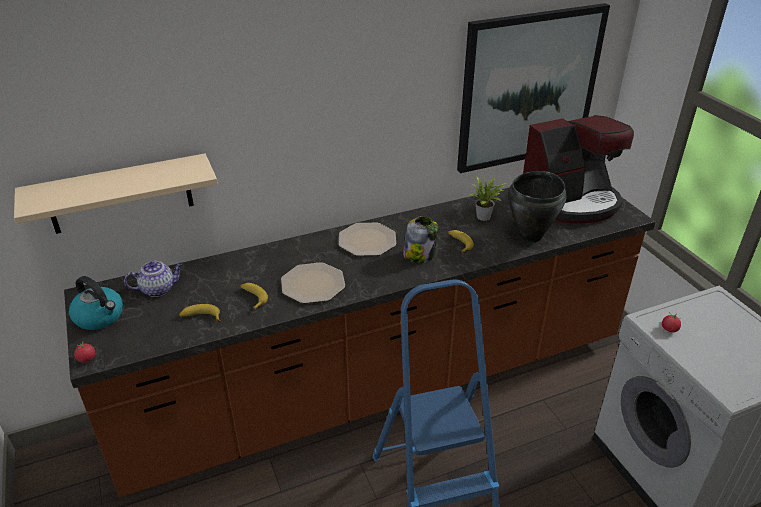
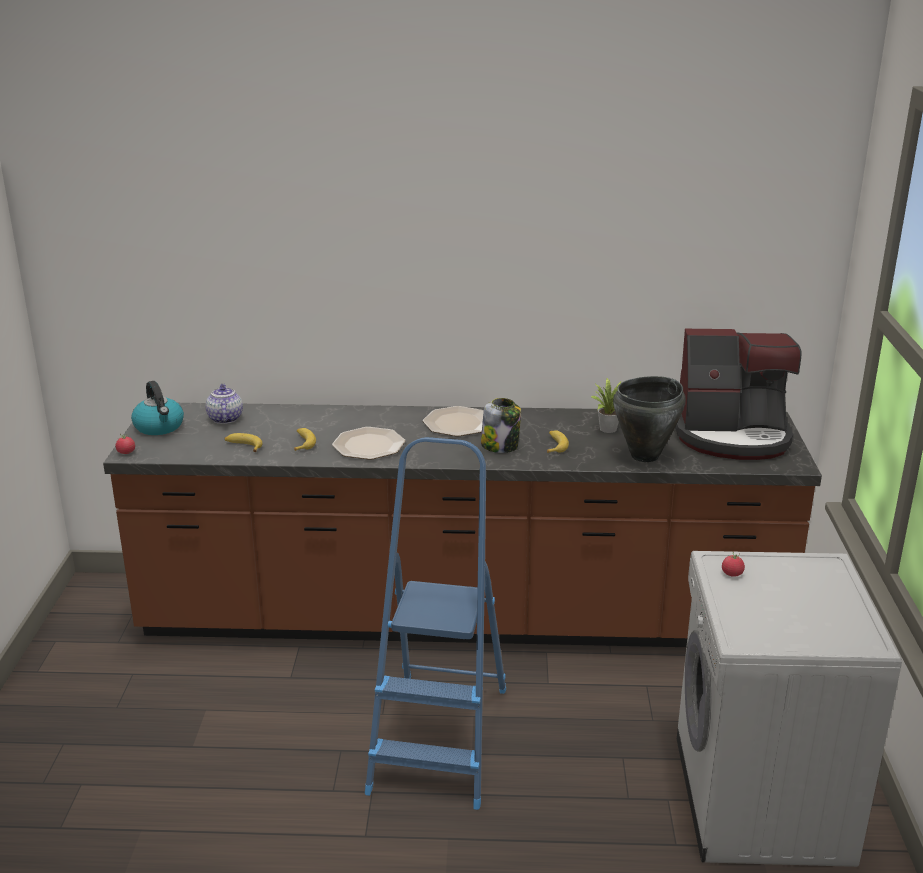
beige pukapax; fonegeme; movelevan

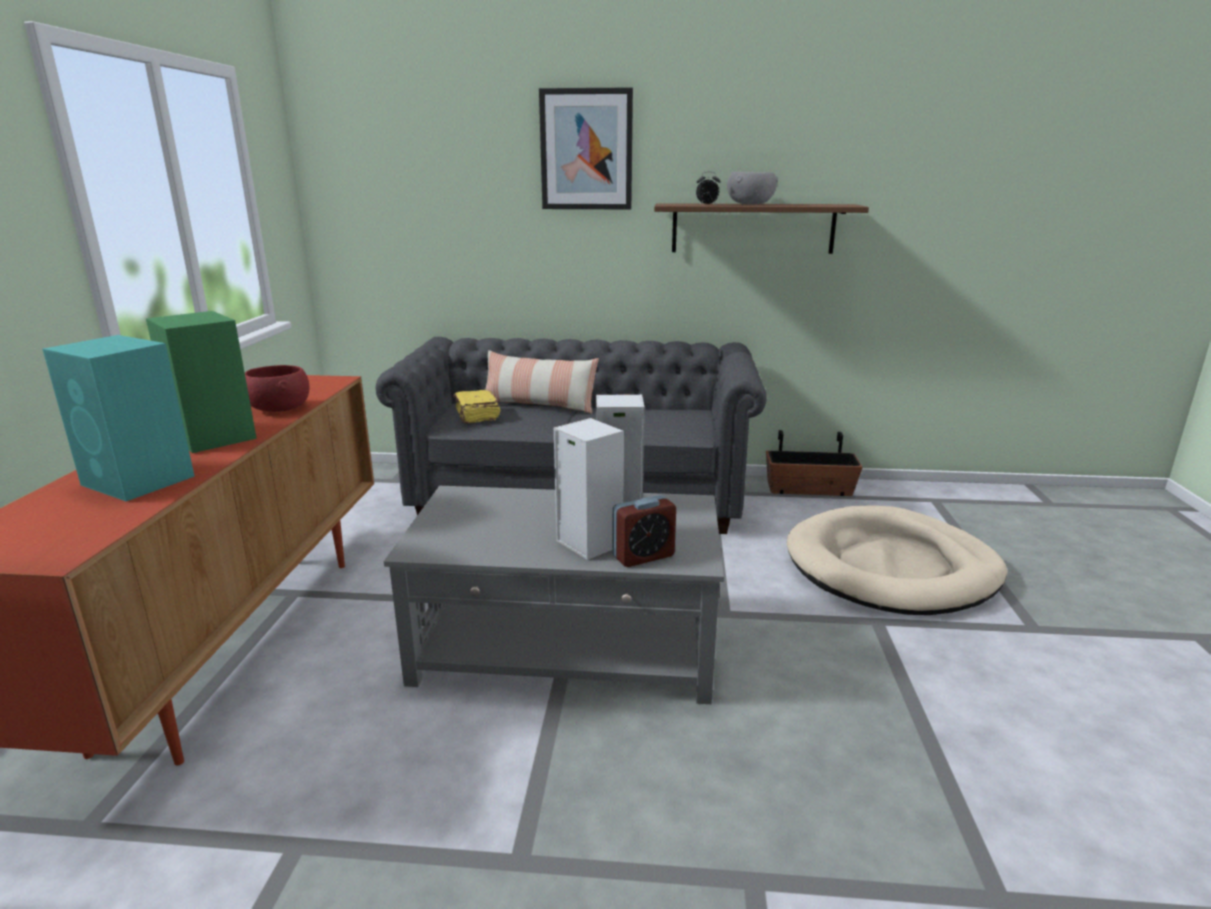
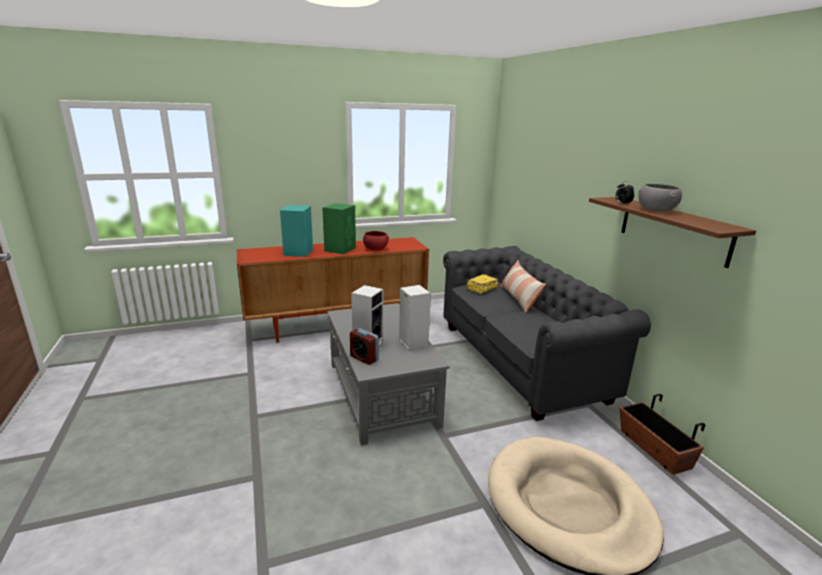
movelevan

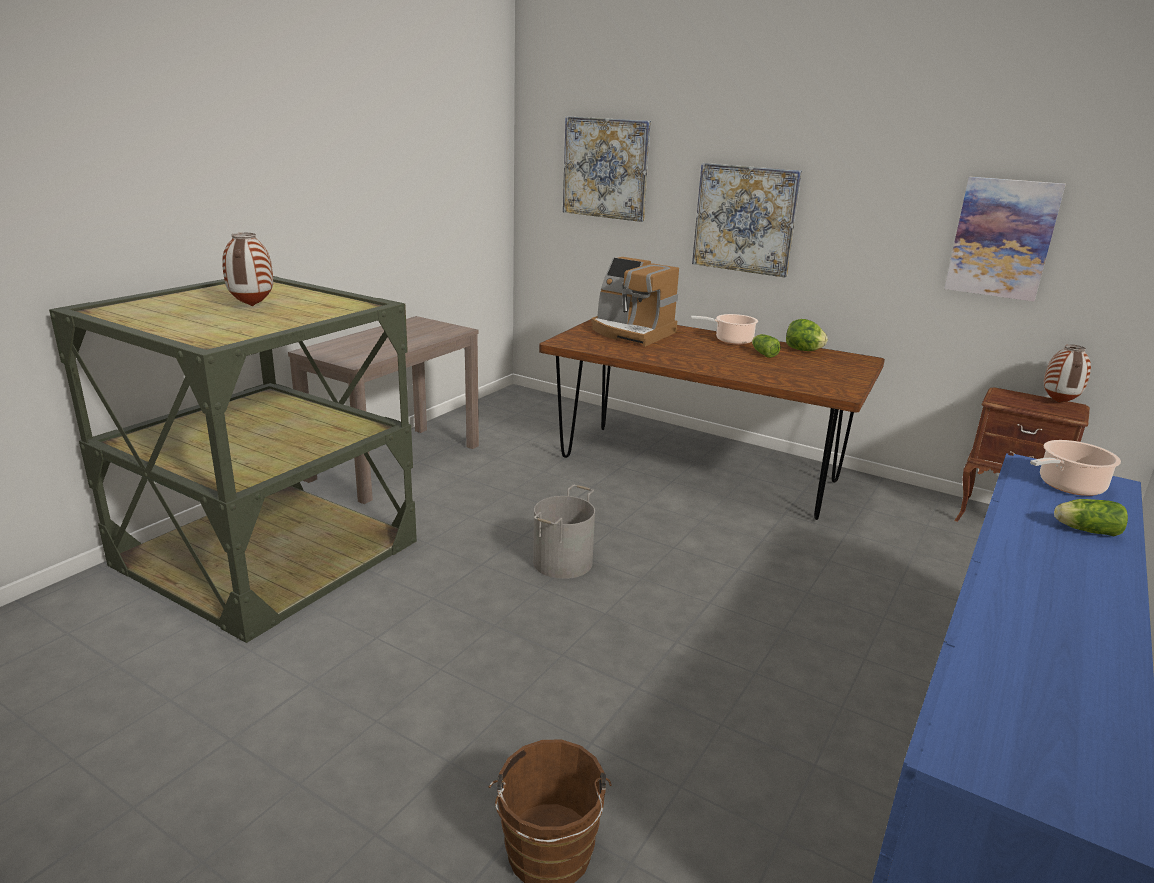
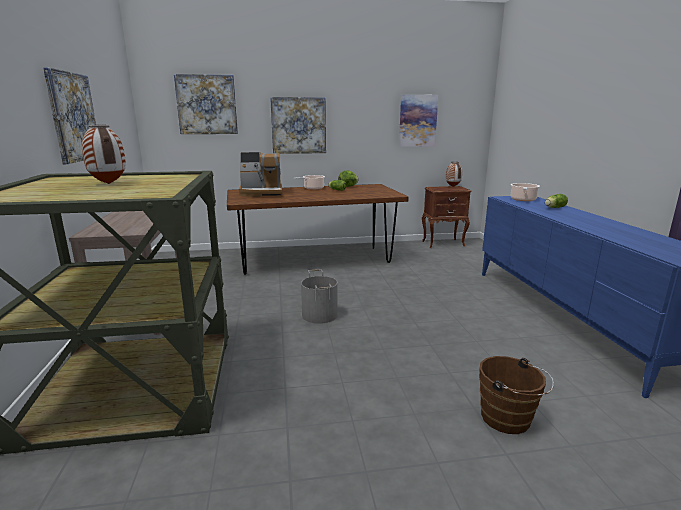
movelevan (no. 1 from left)

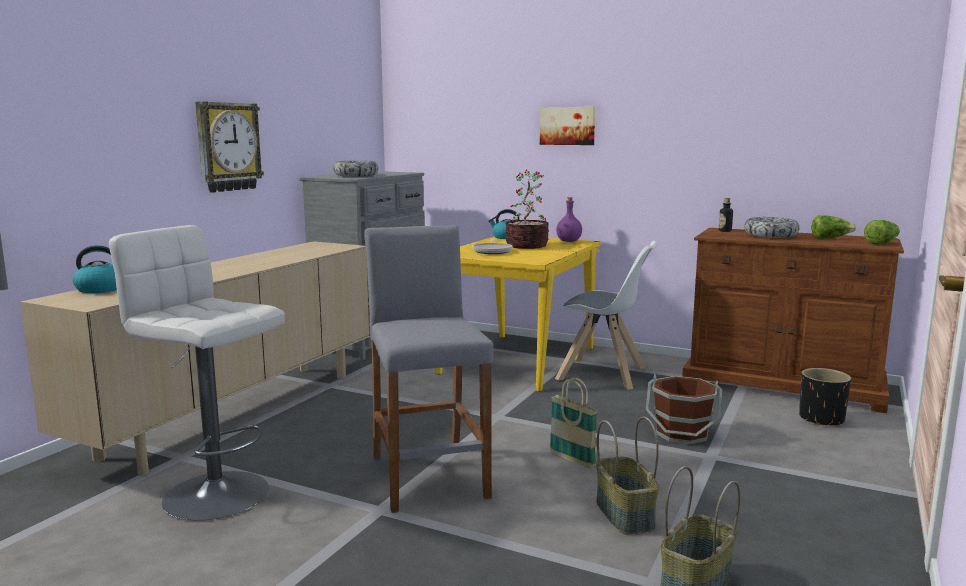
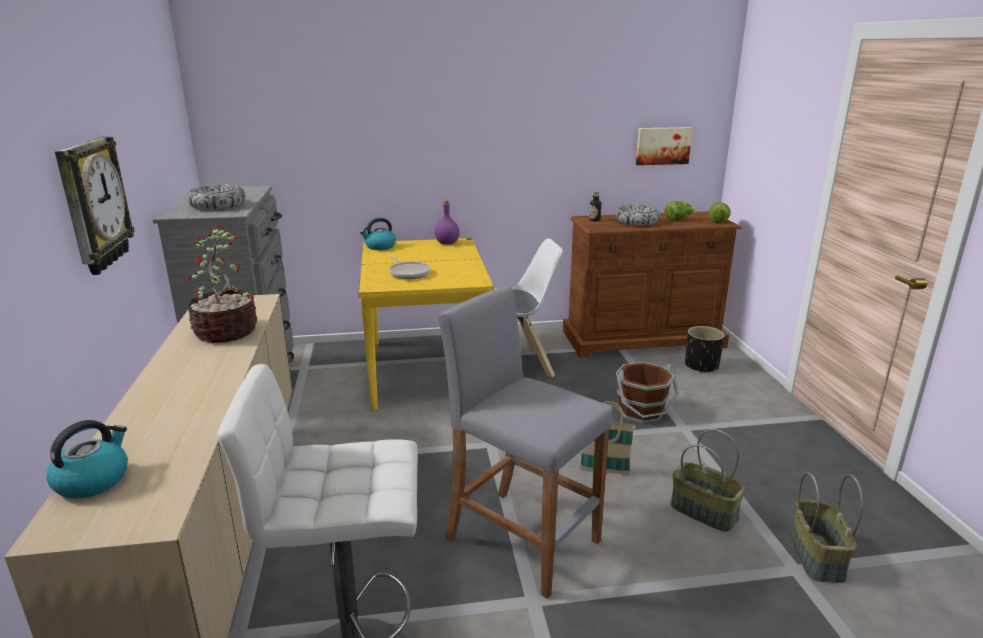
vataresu; movelevan

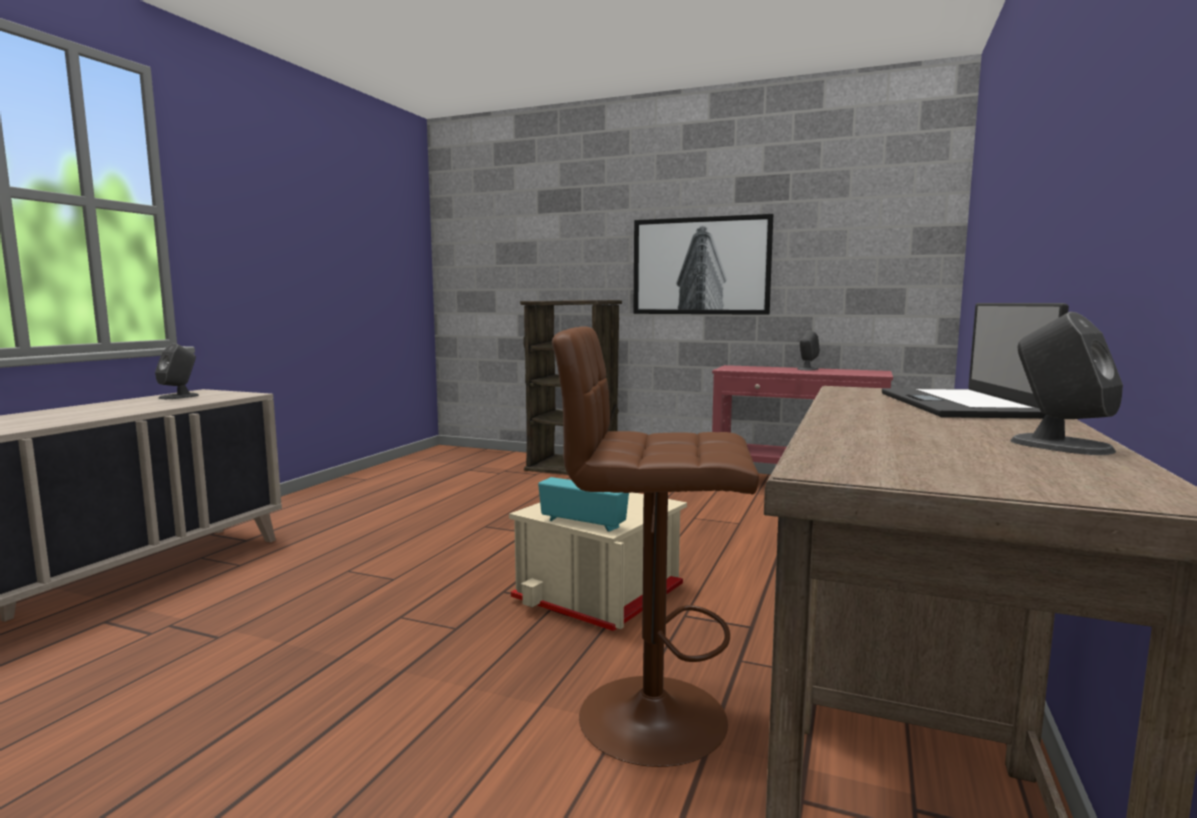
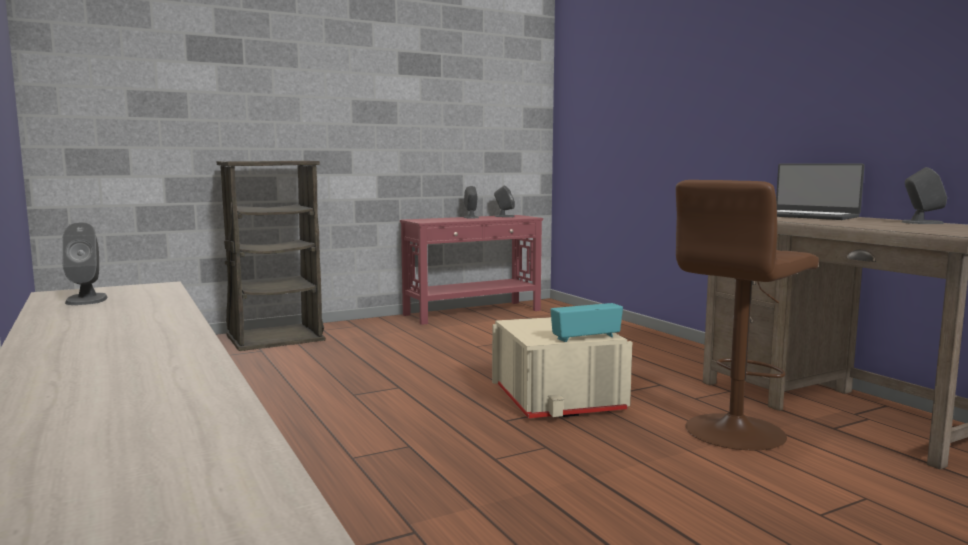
movelevan; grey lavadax (no. 3 from left)

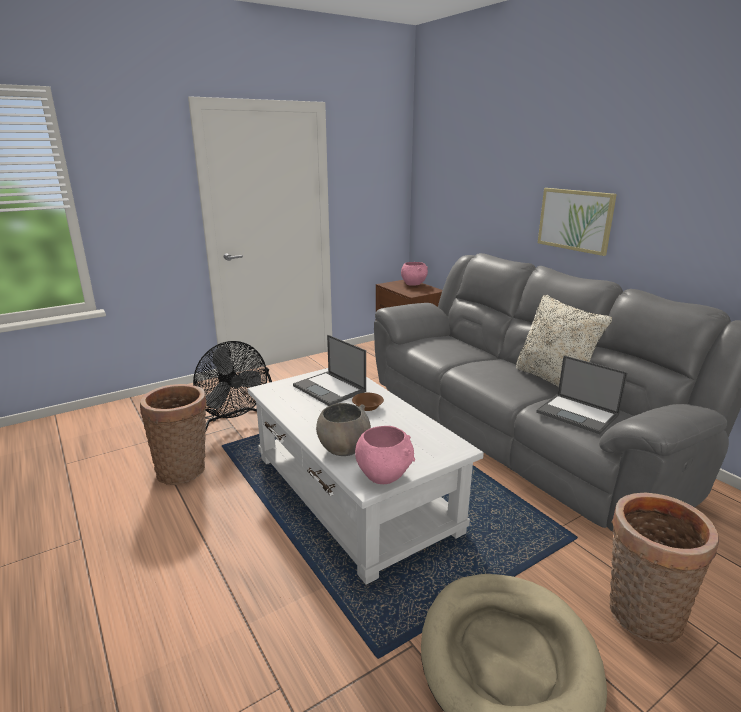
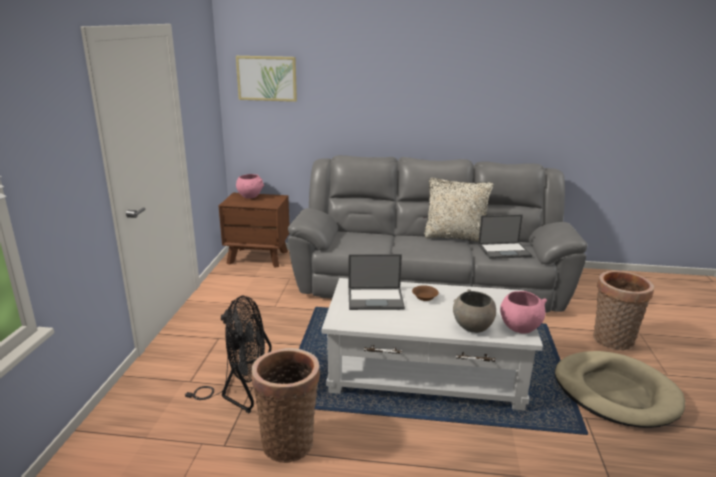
movelevan

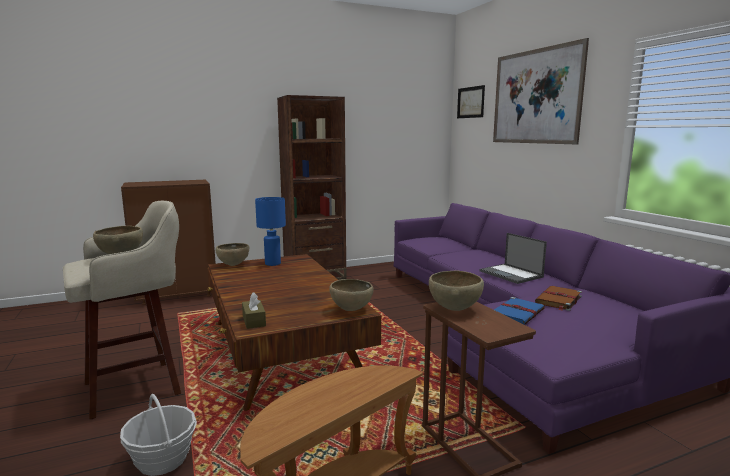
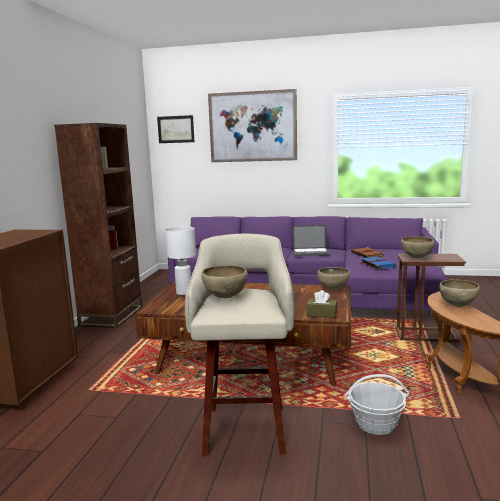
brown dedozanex (no. 4 from left); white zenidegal

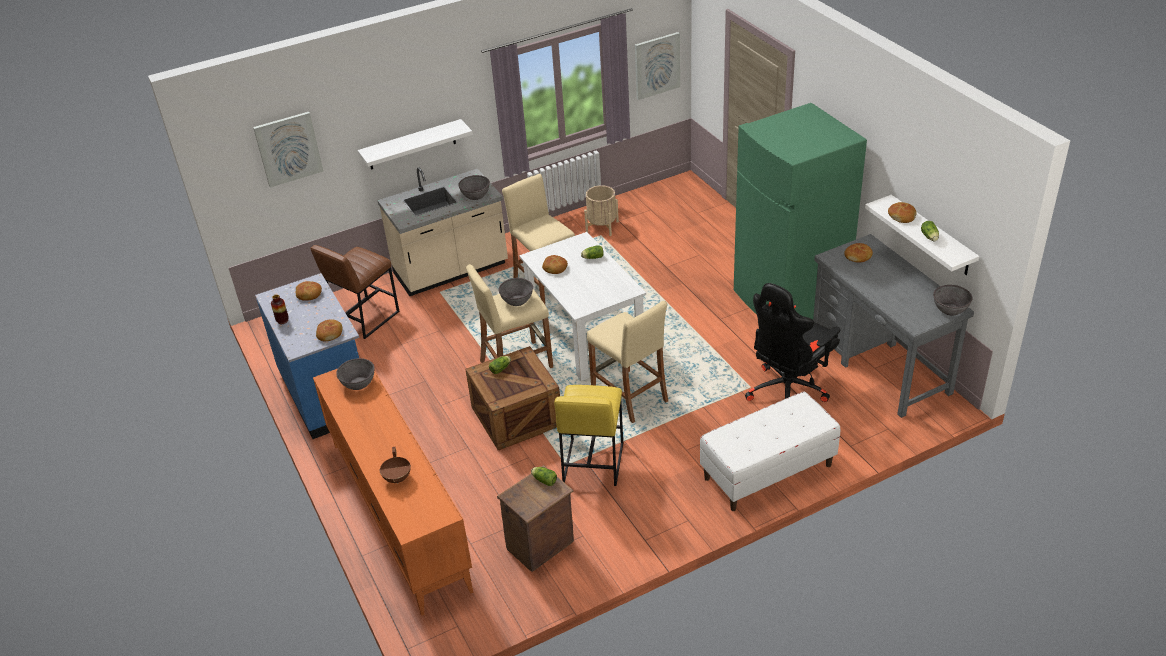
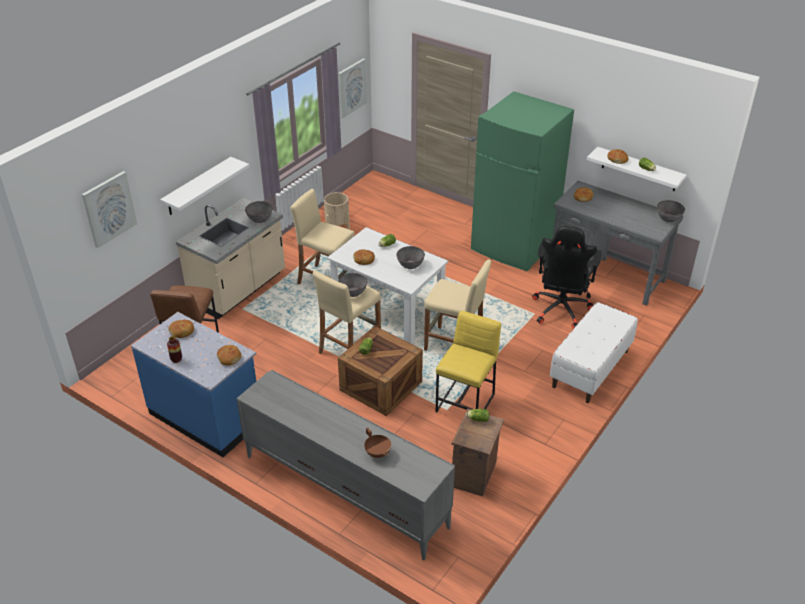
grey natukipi; grey dedozanex (no. 3 from left); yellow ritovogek

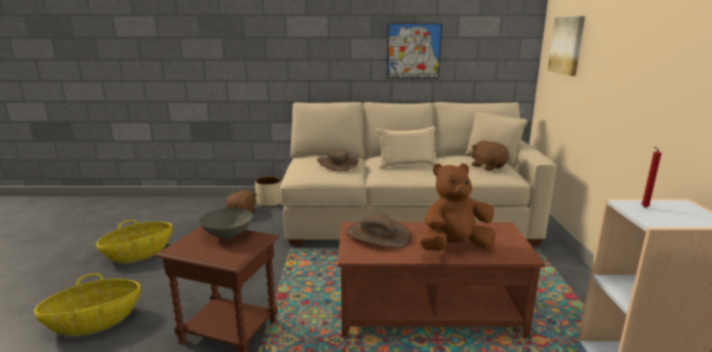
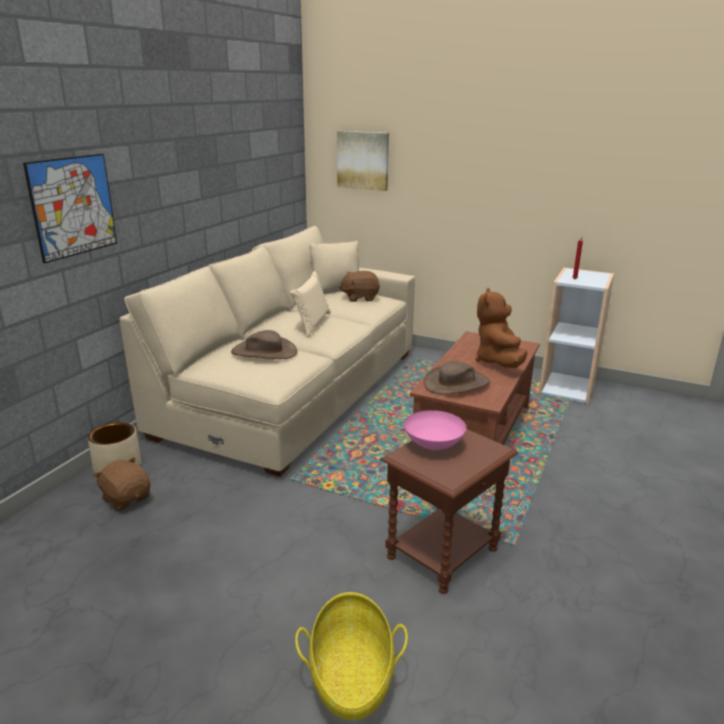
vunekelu (no. 2 from left in the first image); pink dedozanex; movelevan (no. 1 from left)

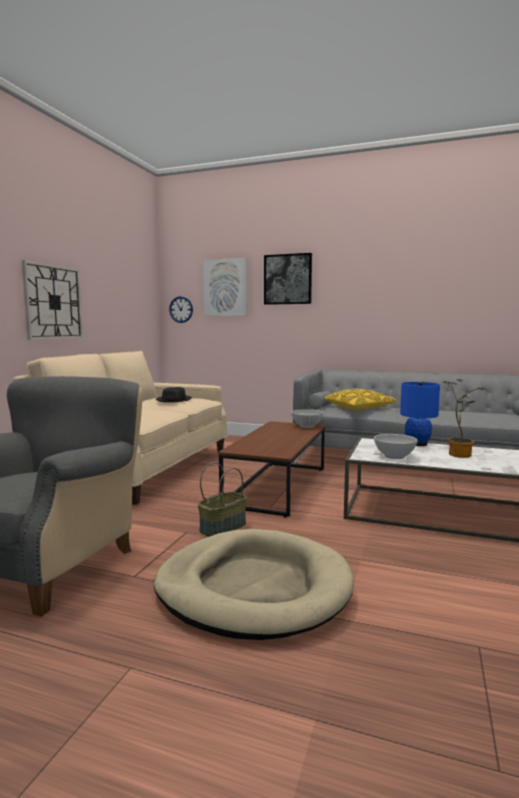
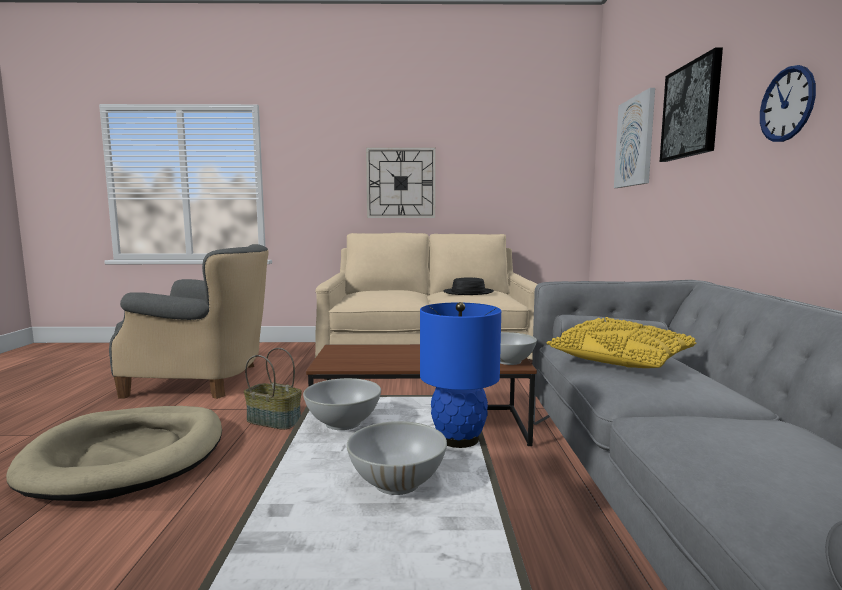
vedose (no. 2 from left); white dedozanex (no. 2 from left)

